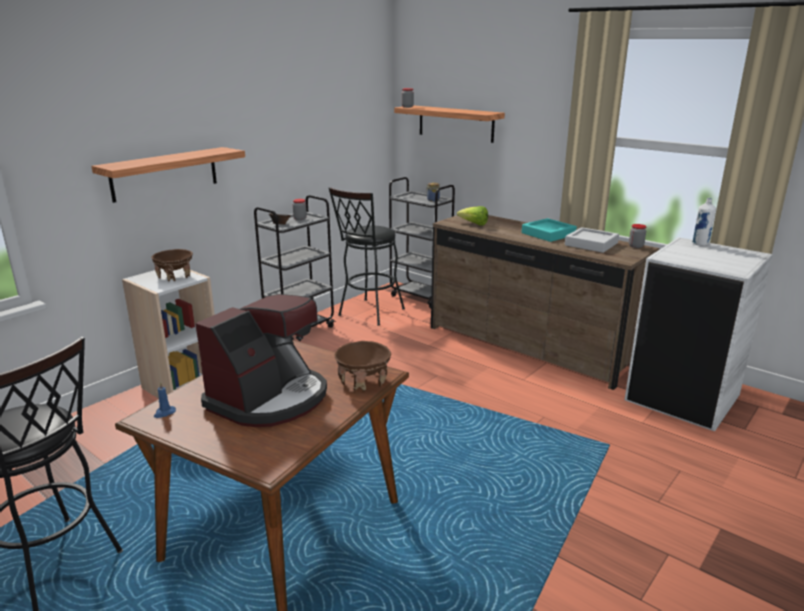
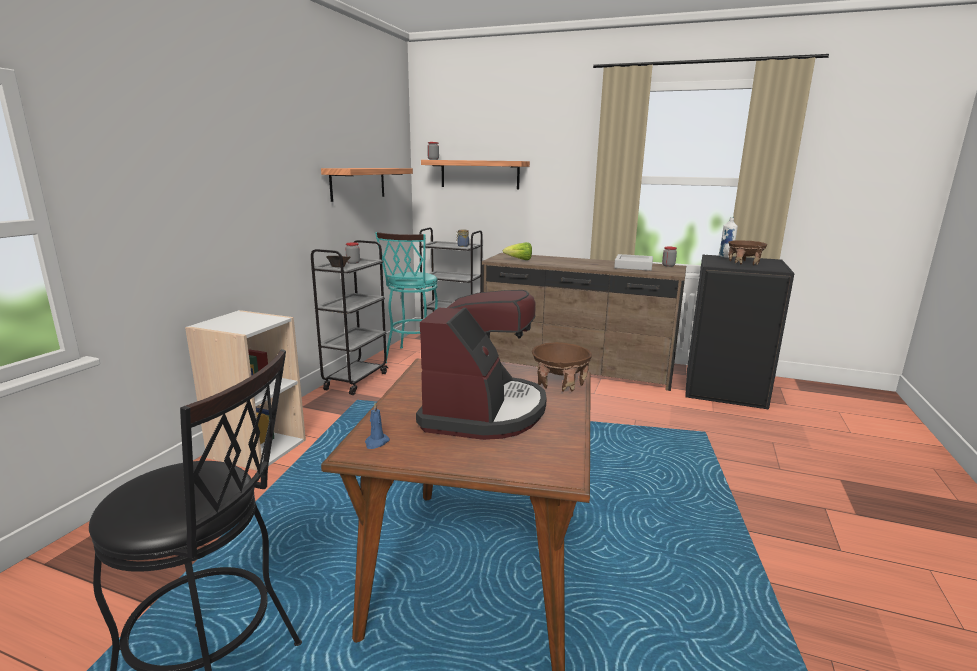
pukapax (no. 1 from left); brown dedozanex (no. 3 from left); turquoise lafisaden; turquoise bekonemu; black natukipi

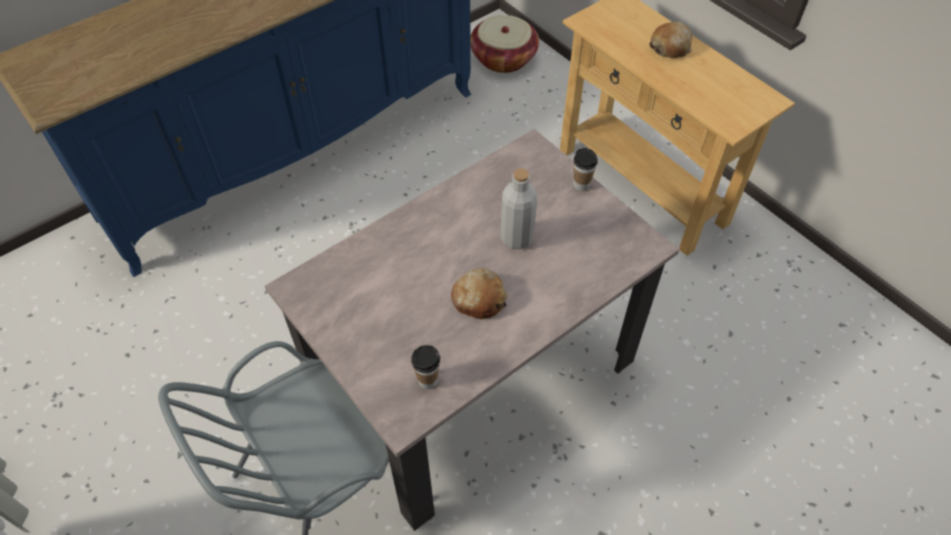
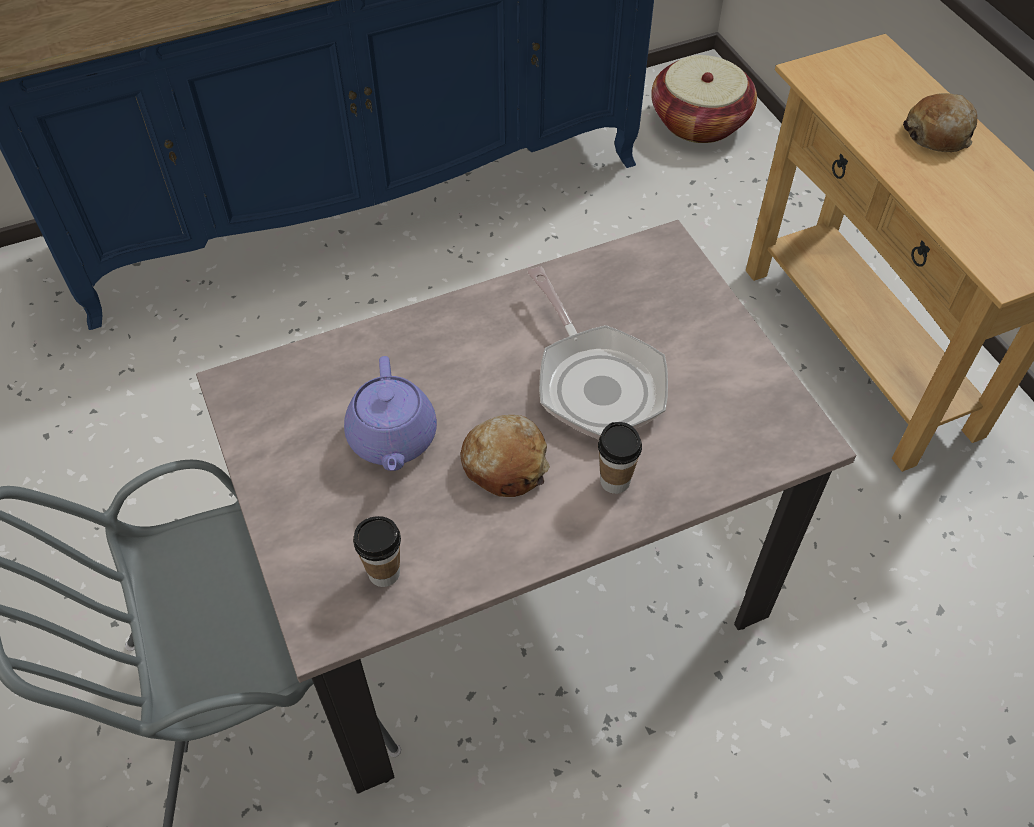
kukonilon; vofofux (no. 2 from left); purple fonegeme

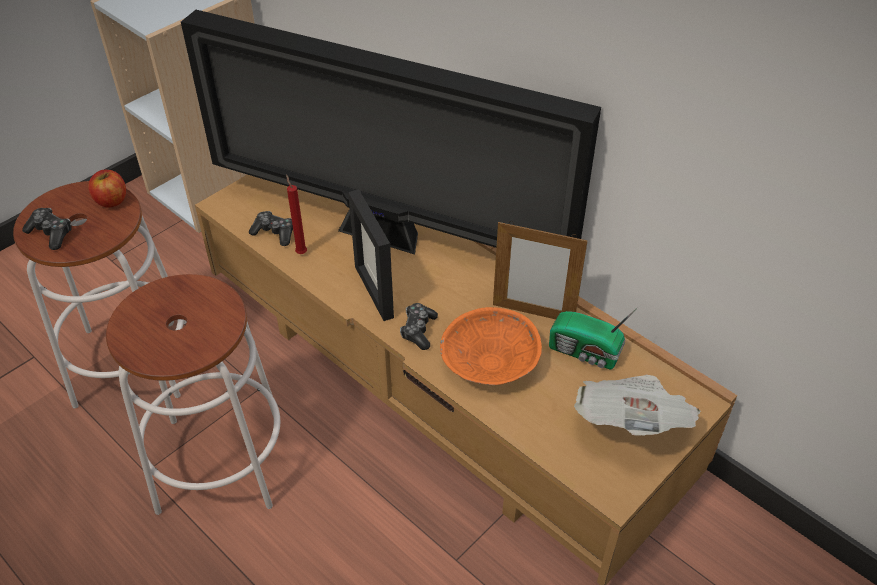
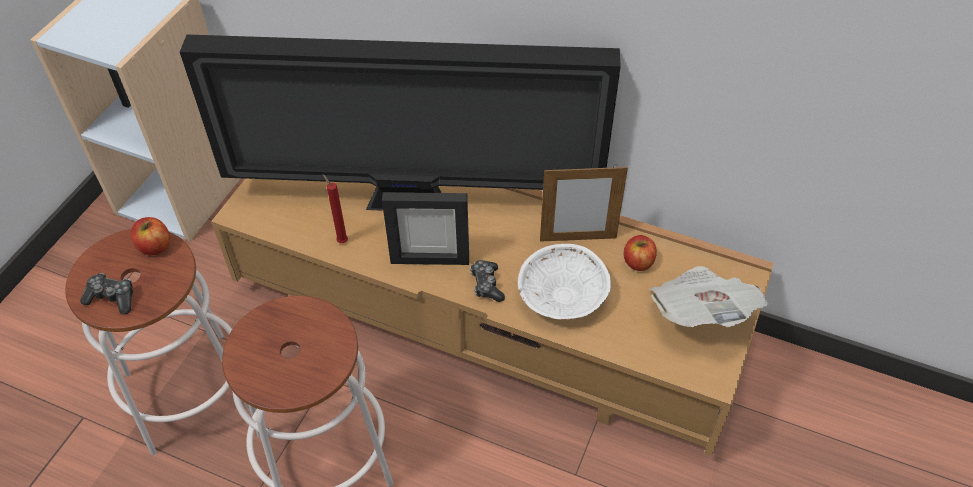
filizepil (no. 2 from left in the first image); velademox (no. 1 from left); white dedozanex; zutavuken (no. 2 from left)

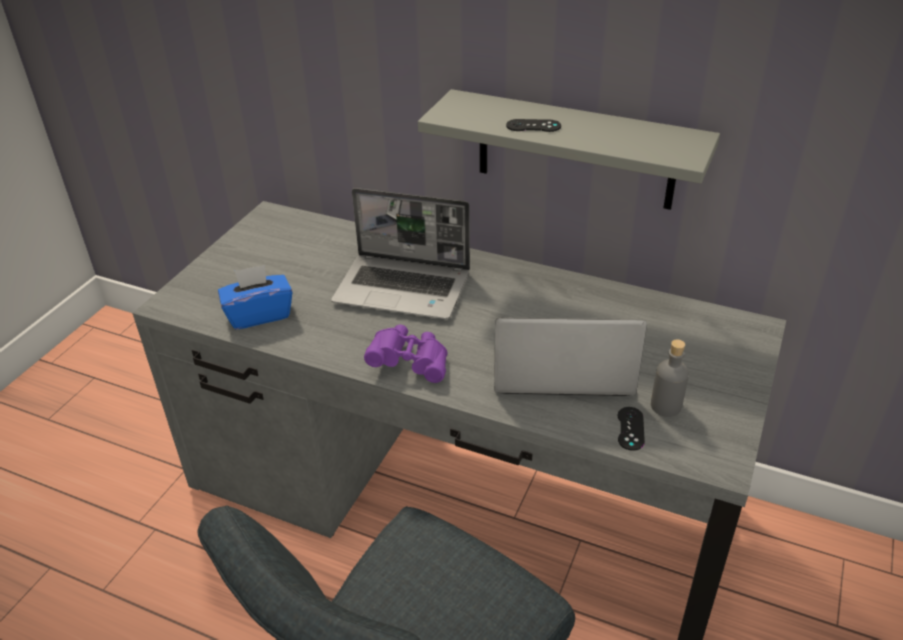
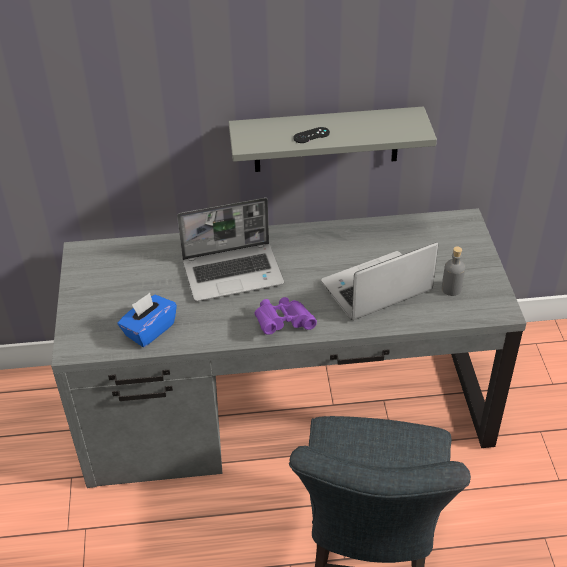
black filizepil (no. 2 from left in the first image)

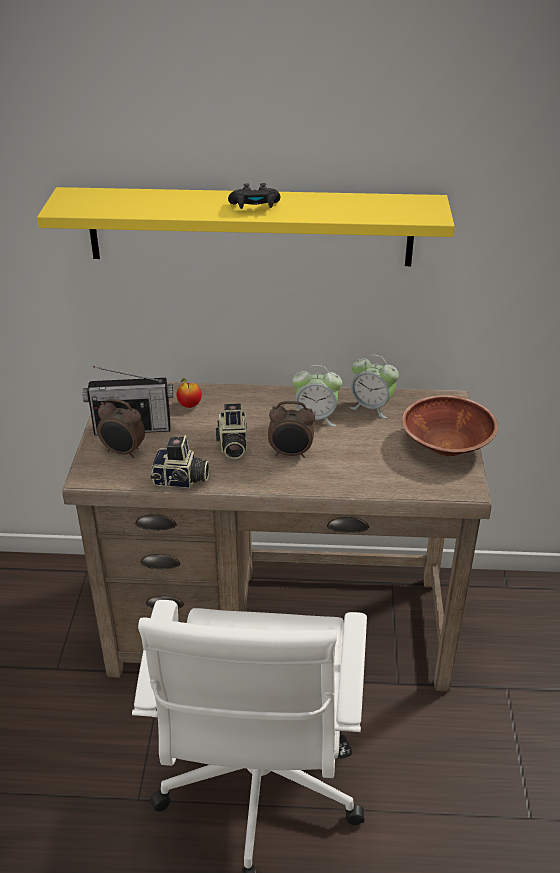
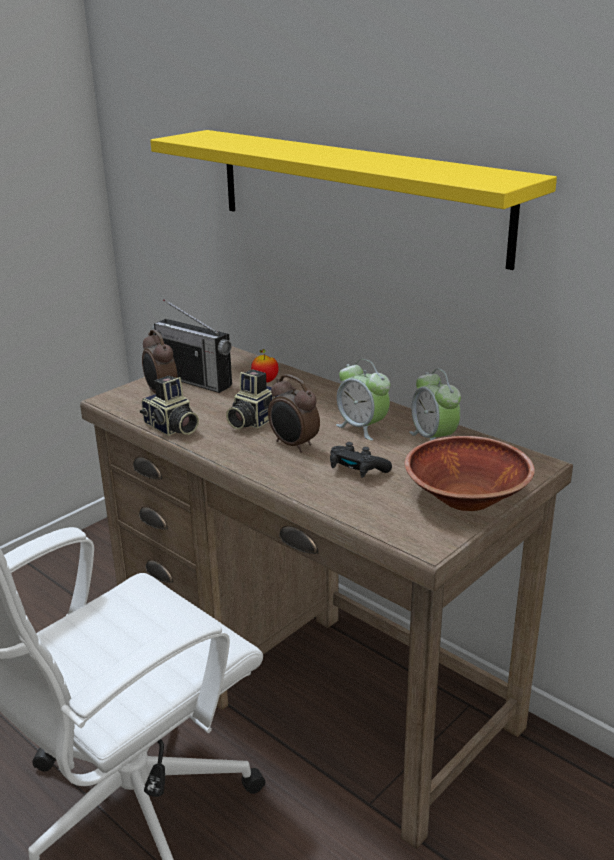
black filizepil

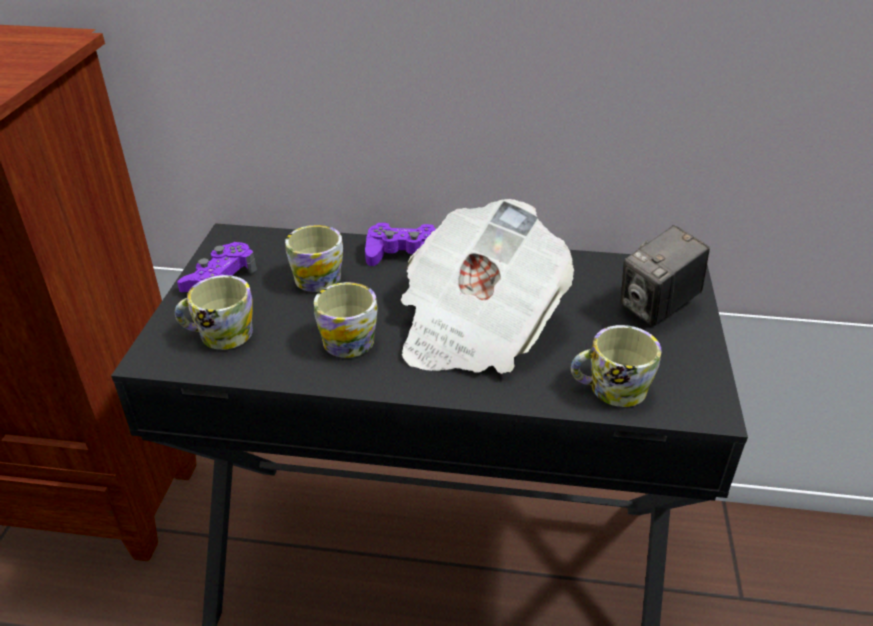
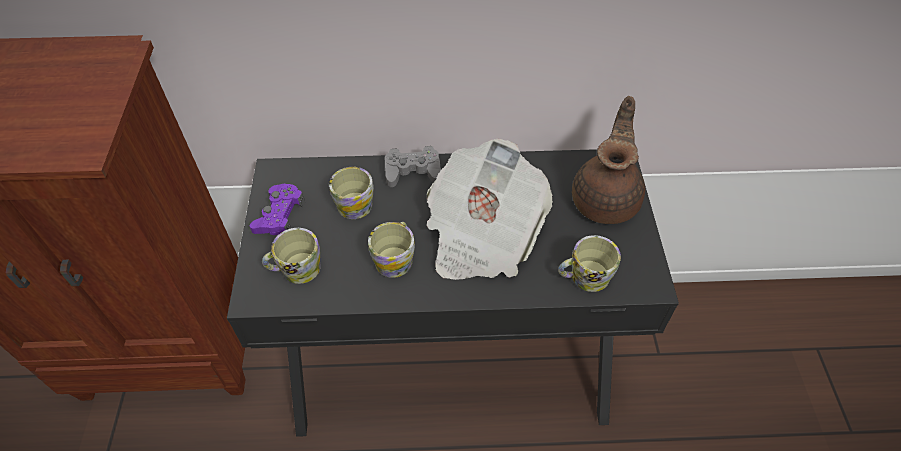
grey filizepil; brown fonegeme

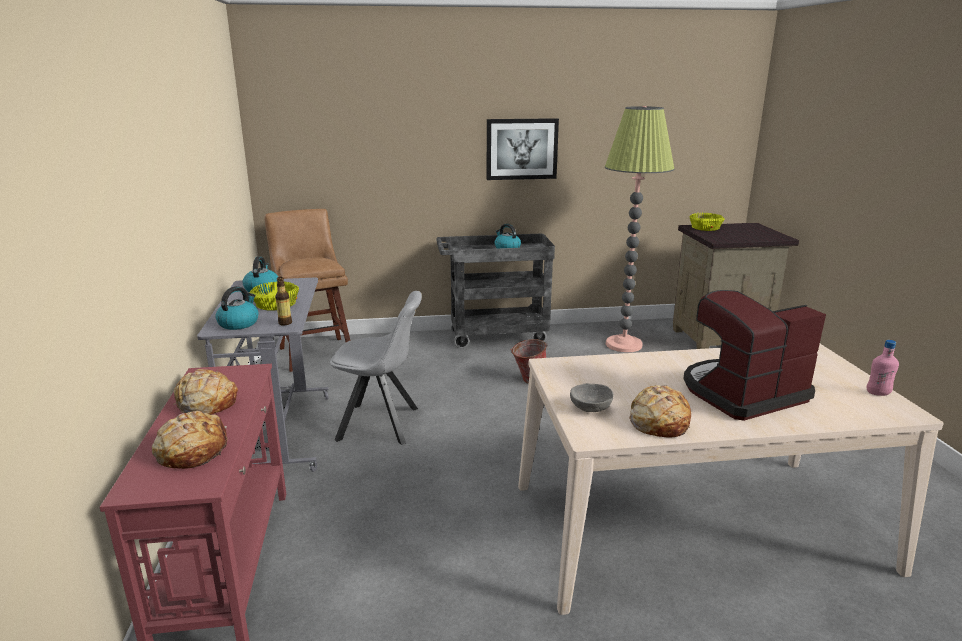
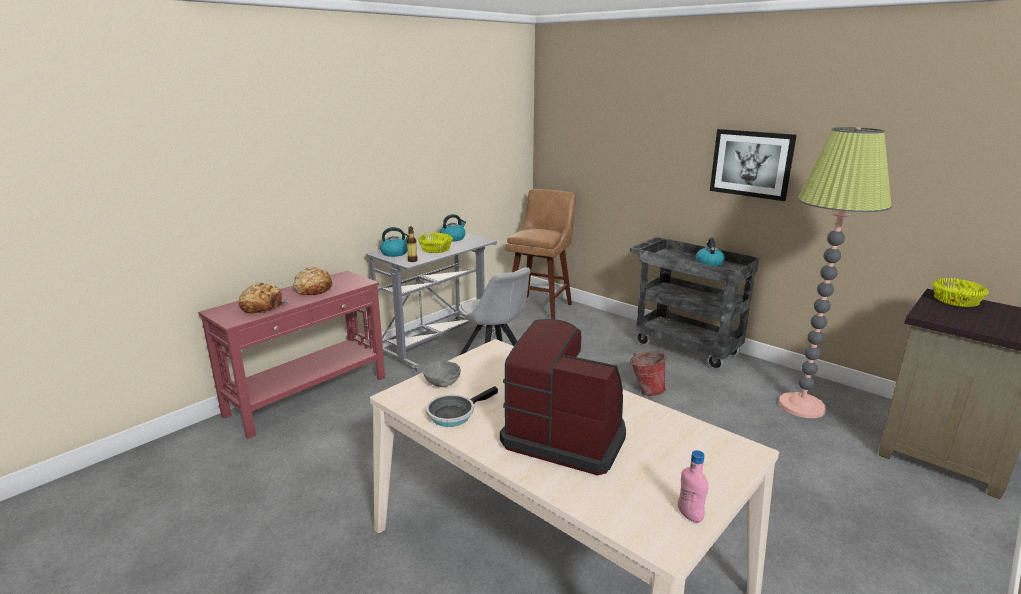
kukonilon

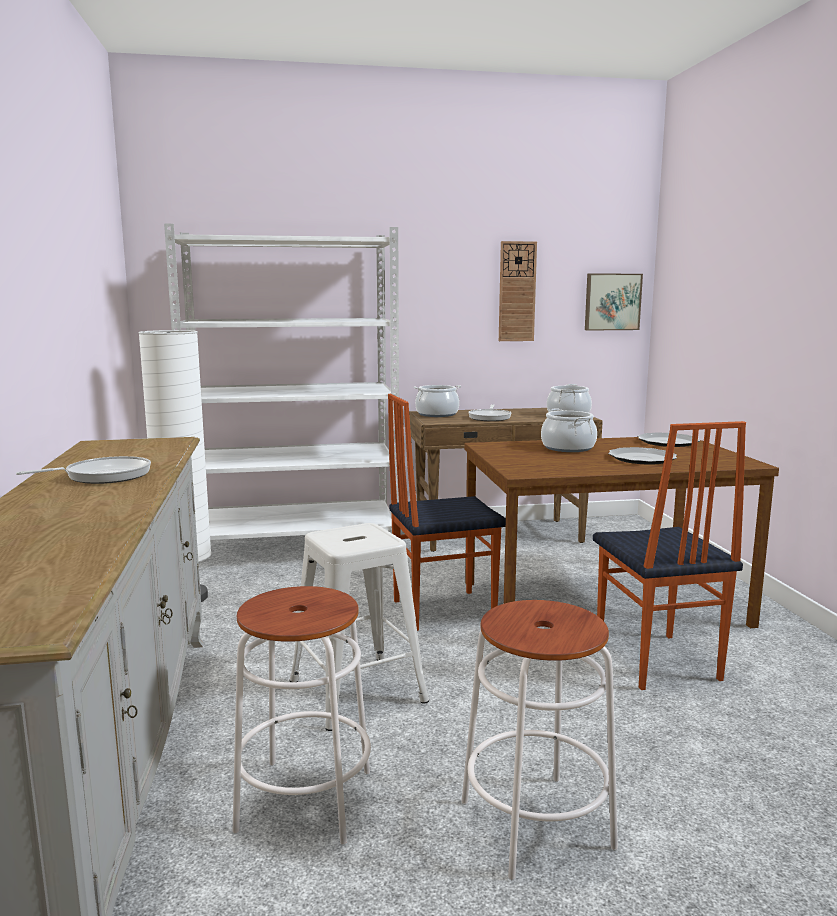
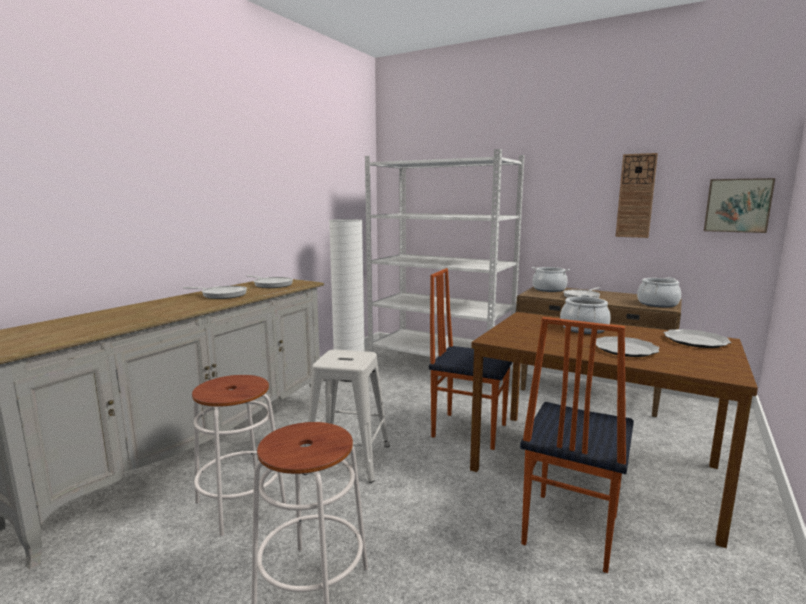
kukonilon (no. 2 from left)

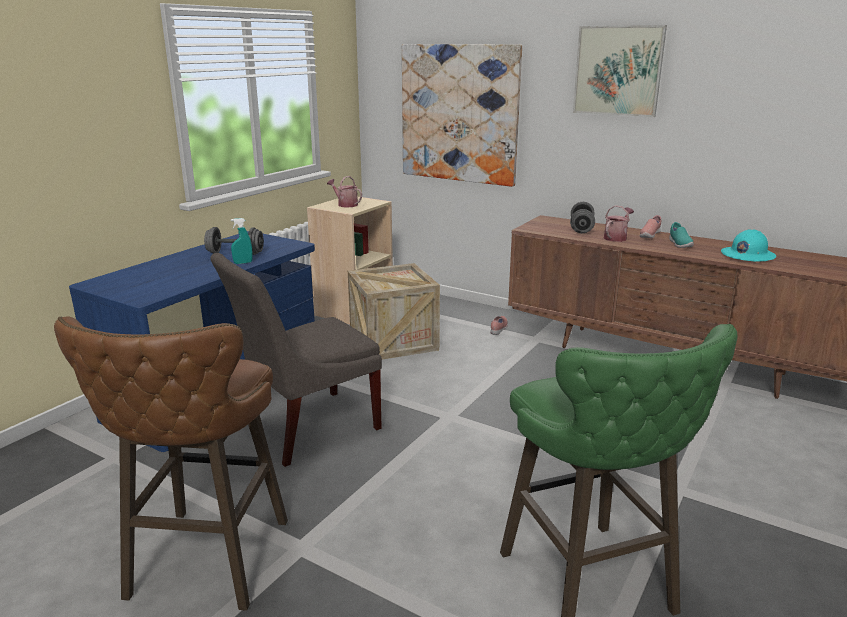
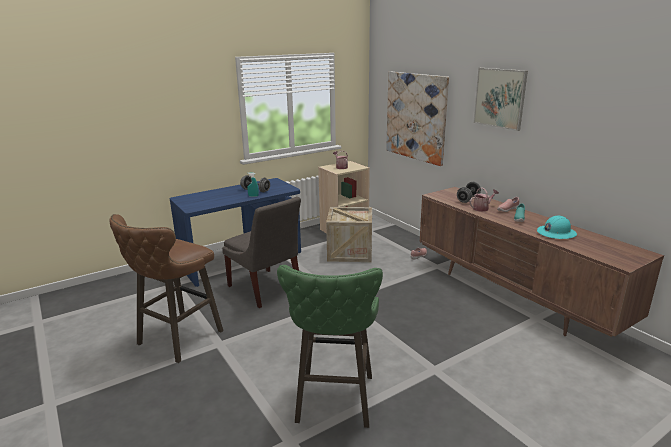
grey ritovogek

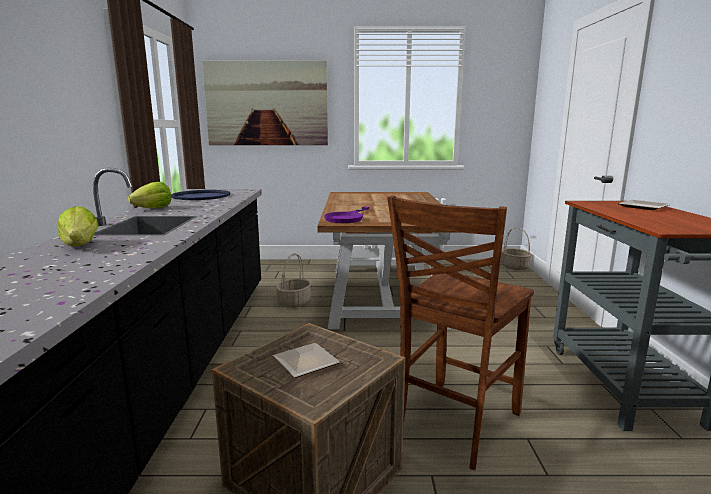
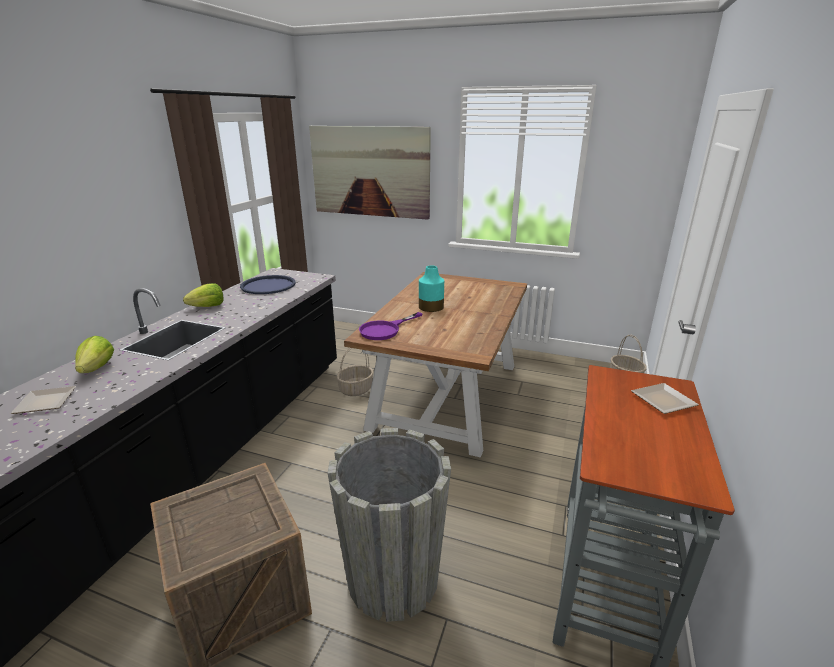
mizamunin (no. 1 from left); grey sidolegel; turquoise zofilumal

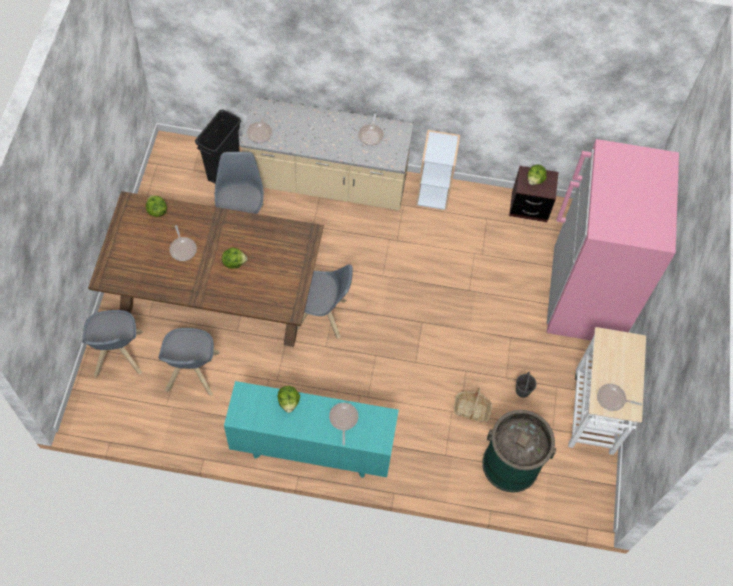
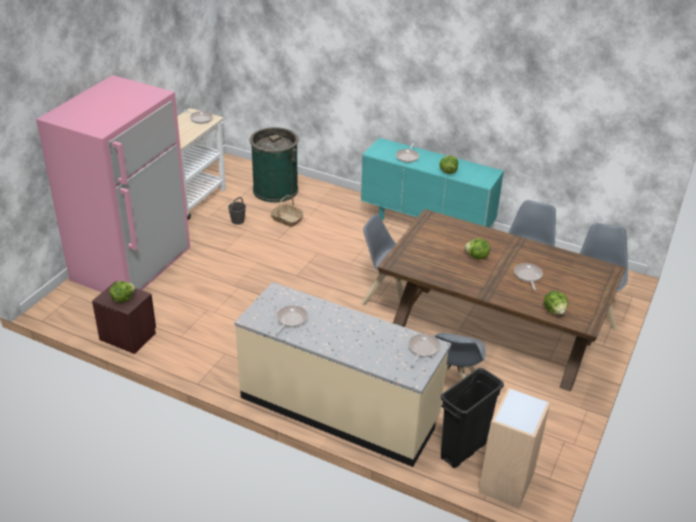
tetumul

